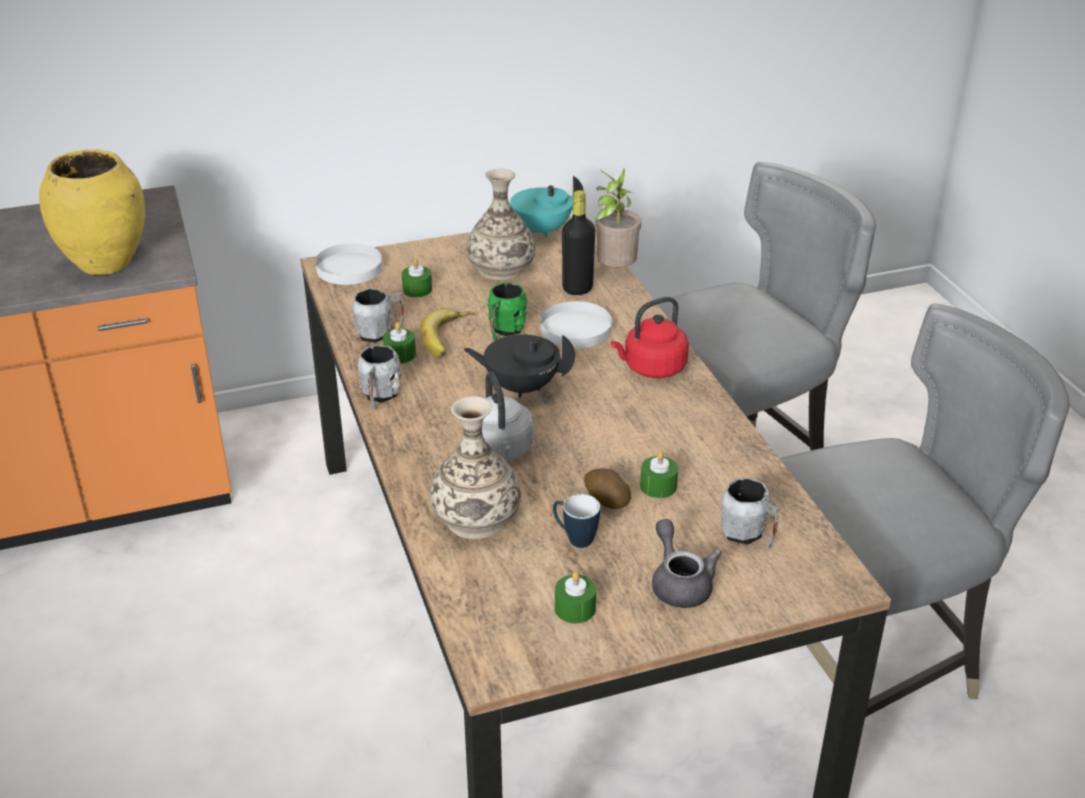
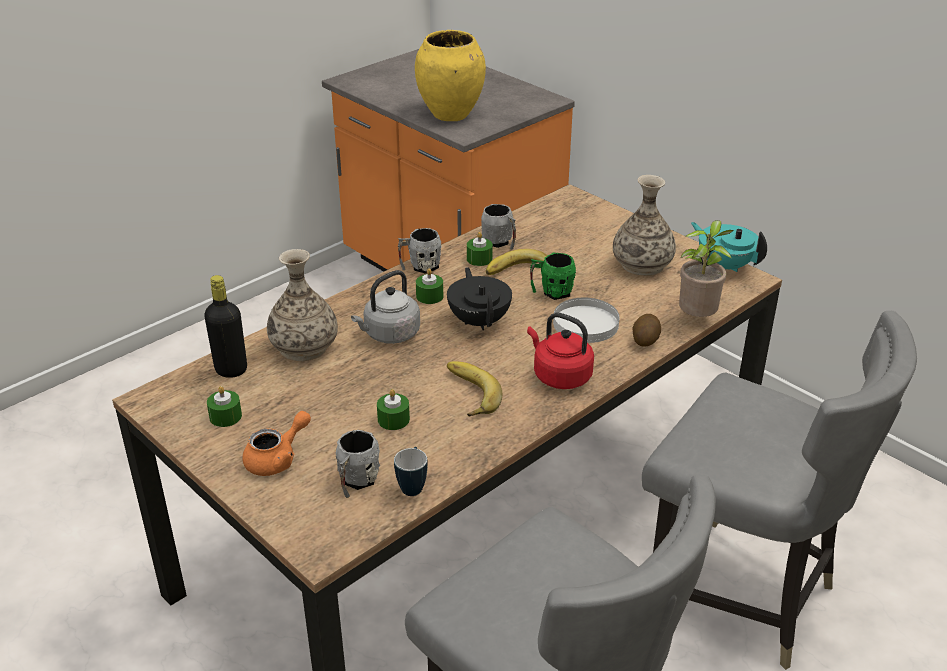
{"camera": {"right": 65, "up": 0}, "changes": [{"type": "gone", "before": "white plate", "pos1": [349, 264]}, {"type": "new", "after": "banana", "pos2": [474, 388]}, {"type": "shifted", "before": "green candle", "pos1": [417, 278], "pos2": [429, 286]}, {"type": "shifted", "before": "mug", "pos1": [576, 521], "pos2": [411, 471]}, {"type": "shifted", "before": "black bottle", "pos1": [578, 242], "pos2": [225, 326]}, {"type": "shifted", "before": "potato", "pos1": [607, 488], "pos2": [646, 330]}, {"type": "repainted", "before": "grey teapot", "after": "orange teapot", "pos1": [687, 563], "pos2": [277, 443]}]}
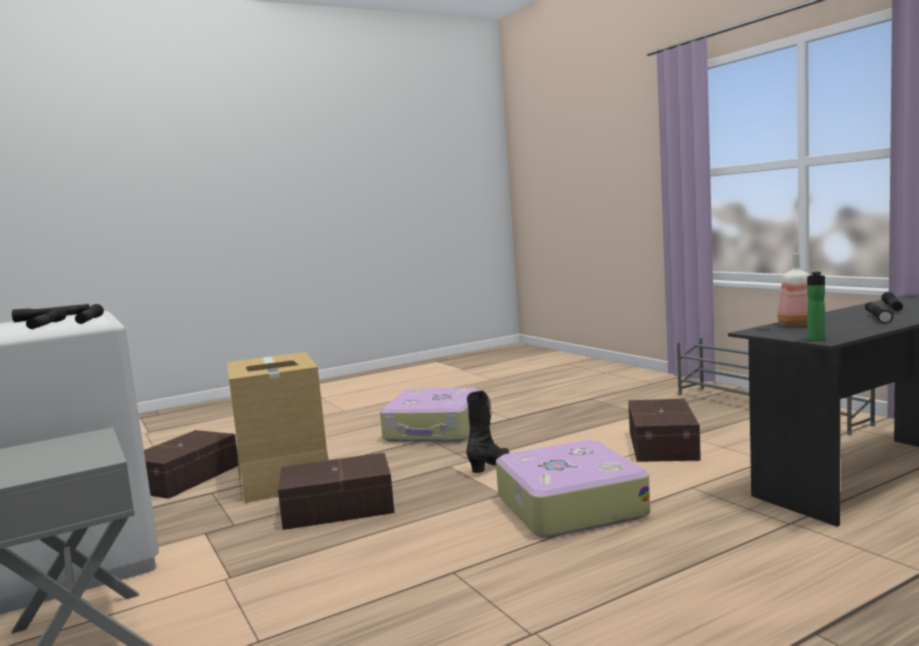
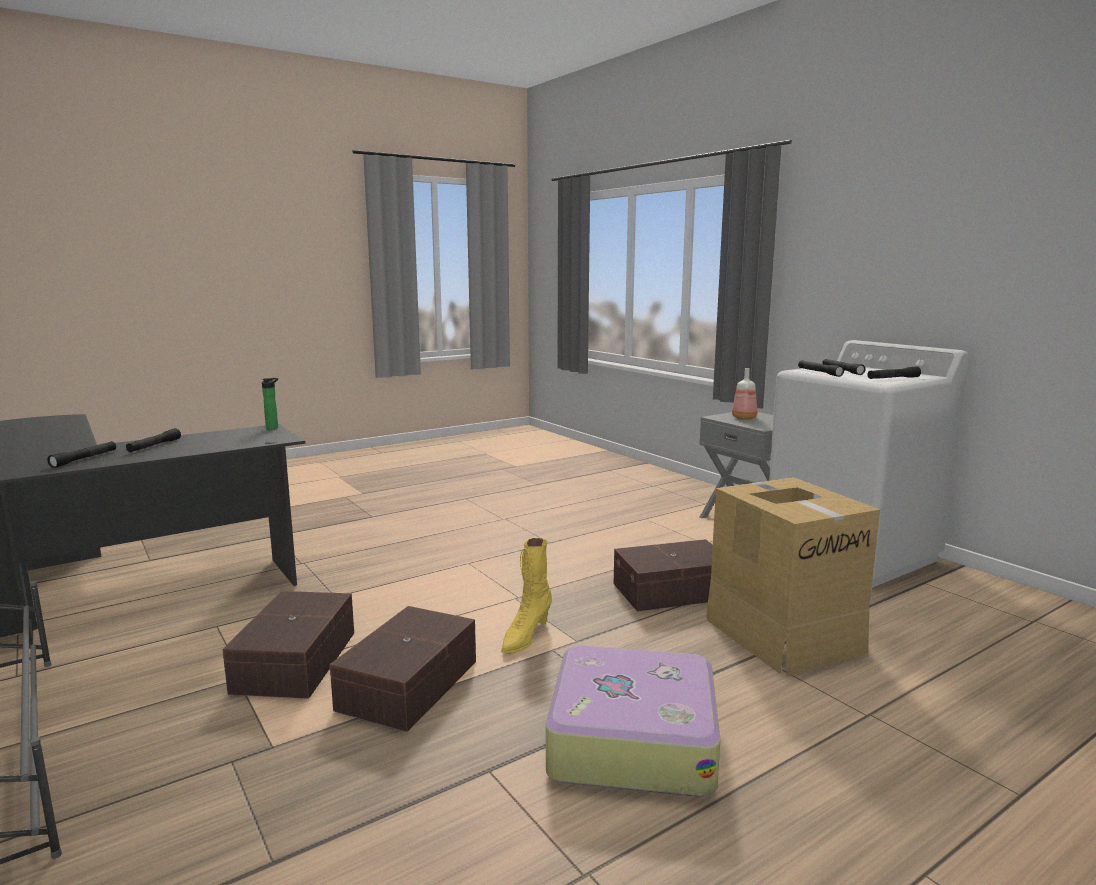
{"camera": {"right": 175, "up": 5}, "changes": [{"type": "gone", "before": "suitcase", "pos1": [573, 489]}, {"type": "shifted", "before": "brown storage box", "pos1": [191, 464], "pos2": [403, 669]}, {"type": "shifted", "before": "bottle", "pos1": [793, 289], "pos2": [744, 394]}, {"type": "repainted", "before": "black boot", "after": "yellow boot", "pos1": [487, 431], "pos2": [526, 595]}]}
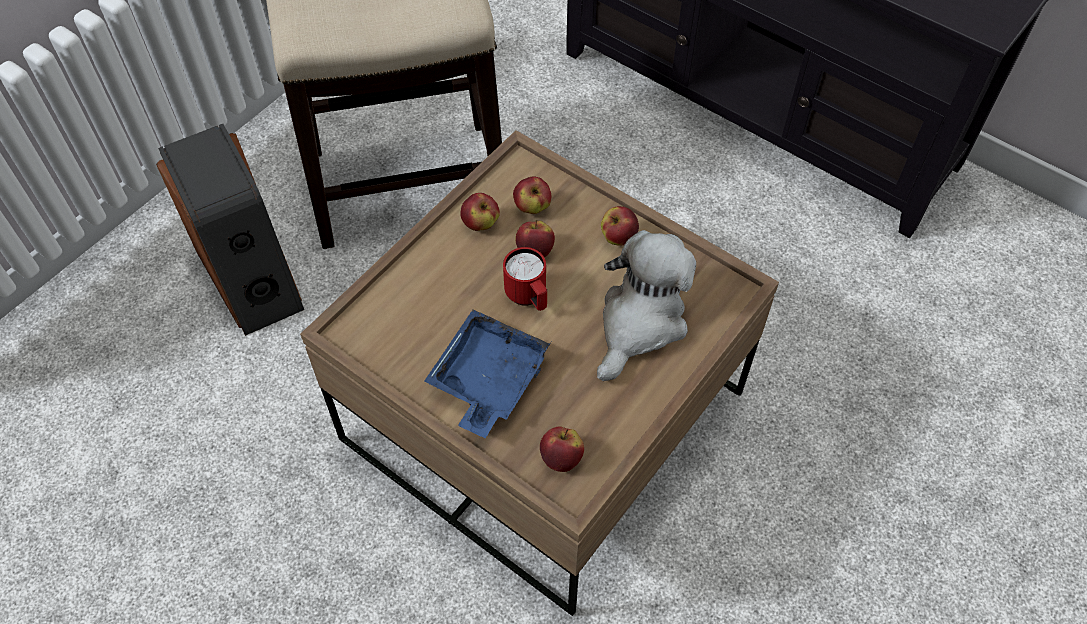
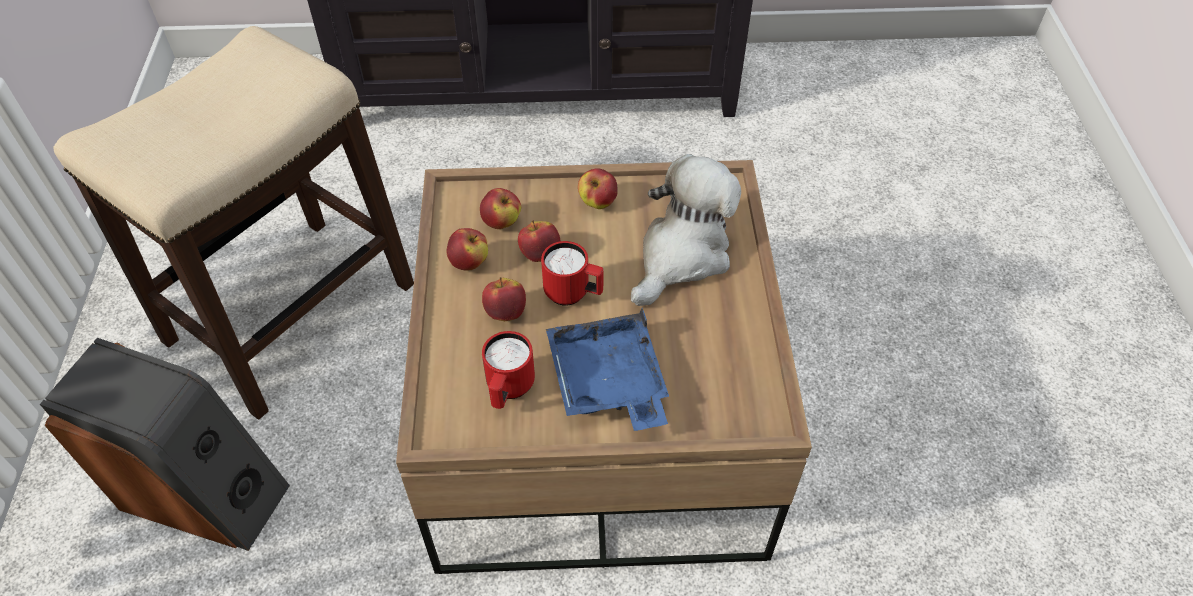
{"camera": {"right": -40, "up": -5}, "changes": [{"type": "new", "after": "red mug", "pos2": [508, 370]}, {"type": "shifted", "before": "apple", "pos1": [562, 449], "pos2": [504, 299]}, {"type": "rotated", "before": "plush toy", "pos1": [646, 305], "pos2": [686, 230], "turn": 45}]}
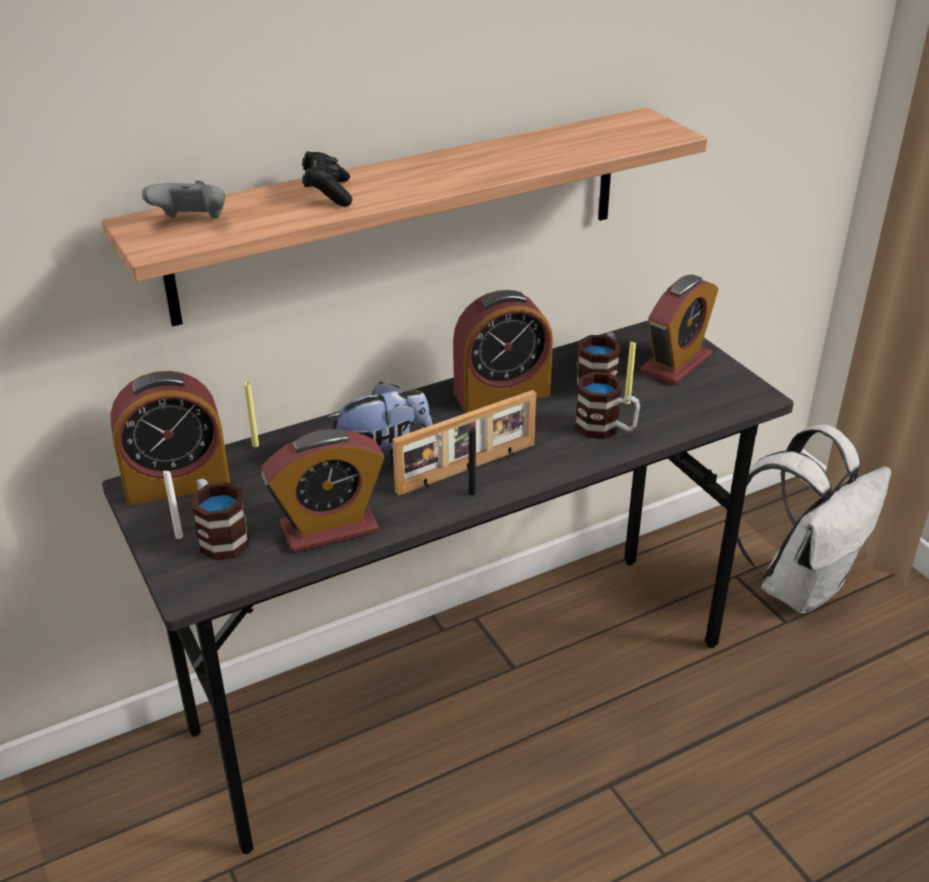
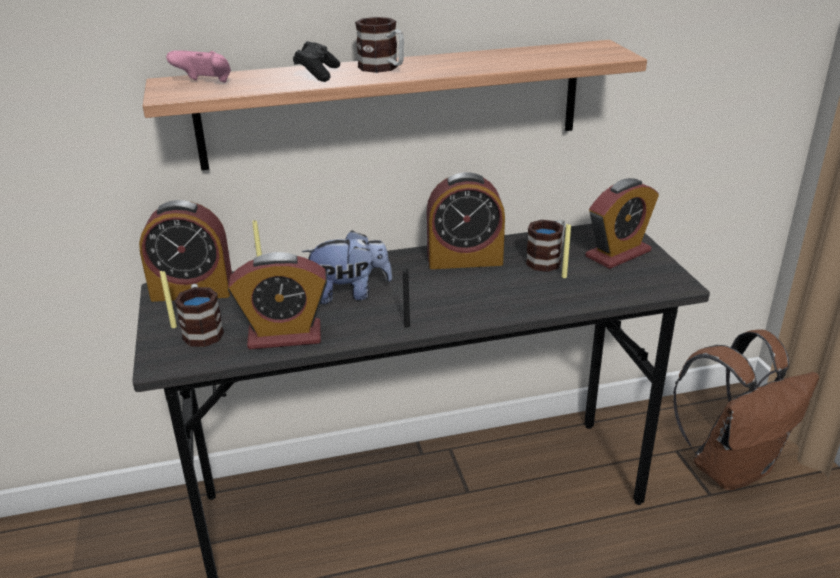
{"camera": {"right": 15, "up": -5}, "changes": [{"type": "gone", "before": "picture frame", "pos1": [464, 443]}, {"type": "shifted", "before": "mug", "pos1": [607, 405], "pos2": [379, 45]}, {"type": "repainted", "before": "grey game controller", "after": "pink game controller", "pos1": [183, 199], "pos2": [198, 66]}, {"type": "repainted", "before": "white candle", "after": "yellow candle", "pos1": [173, 504], "pos2": [168, 299]}, {"type": "repainted", "before": "white backpack", "after": "brown backpack", "pos1": [814, 518], "pos2": [746, 410]}]}
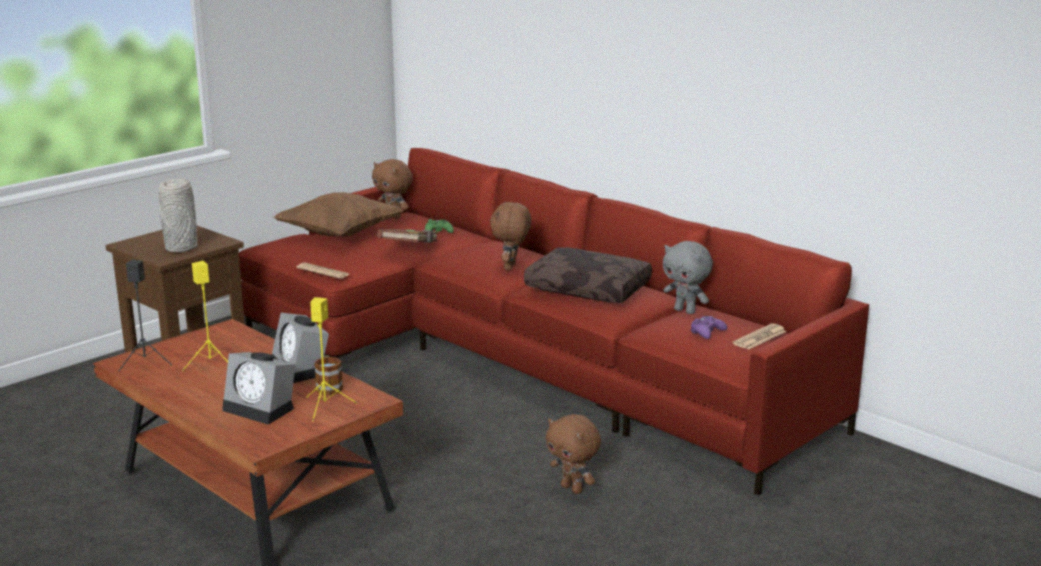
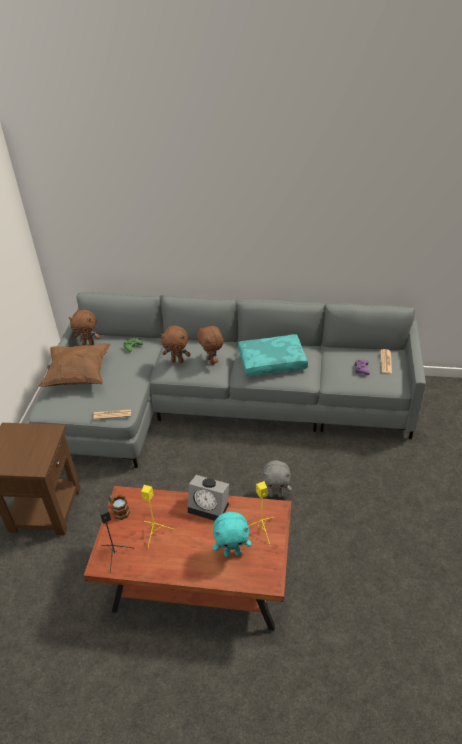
{"camera": {"right": -35, "up": 20}, "changes": [{"type": "gone", "before": "grey vase", "pos1": [178, 215]}, {"type": "gone", "before": "brown book", "pos1": [408, 236]}, {"type": "shifted", "before": "mug", "pos1": [328, 375], "pos2": [119, 507]}, {"type": "shifted", "before": "brown plush toy", "pos1": [573, 454], "pos2": [176, 344]}, {"type": "shifted", "before": "grey plush toy", "pos1": [688, 277], "pos2": [277, 478]}, {"type": "swapped", "before": "alarm clock", "after": "turquoise plush toy", "pos1": [259, 388], "pos2": [232, 534]}, {"type": "repainted", "before": "red sofa", "after": "grey sofa", "pos1": [554, 322], "pos2": [227, 380]}, {"type": "repainted", "before": "brown pillow", "after": "turquoise pillow", "pos1": [588, 275], "pos2": [273, 355]}]}
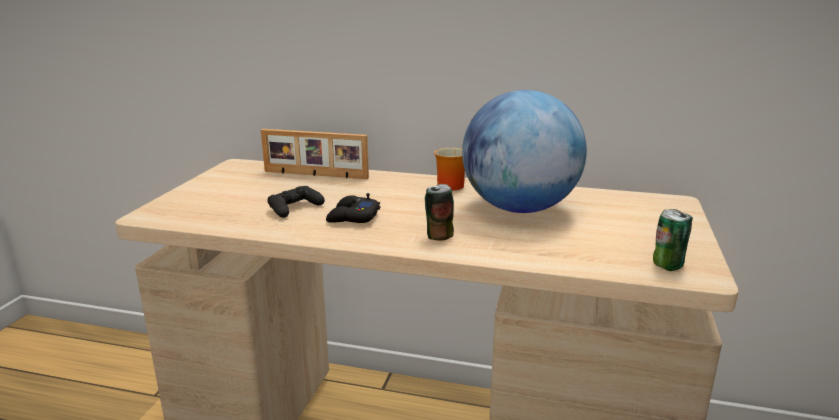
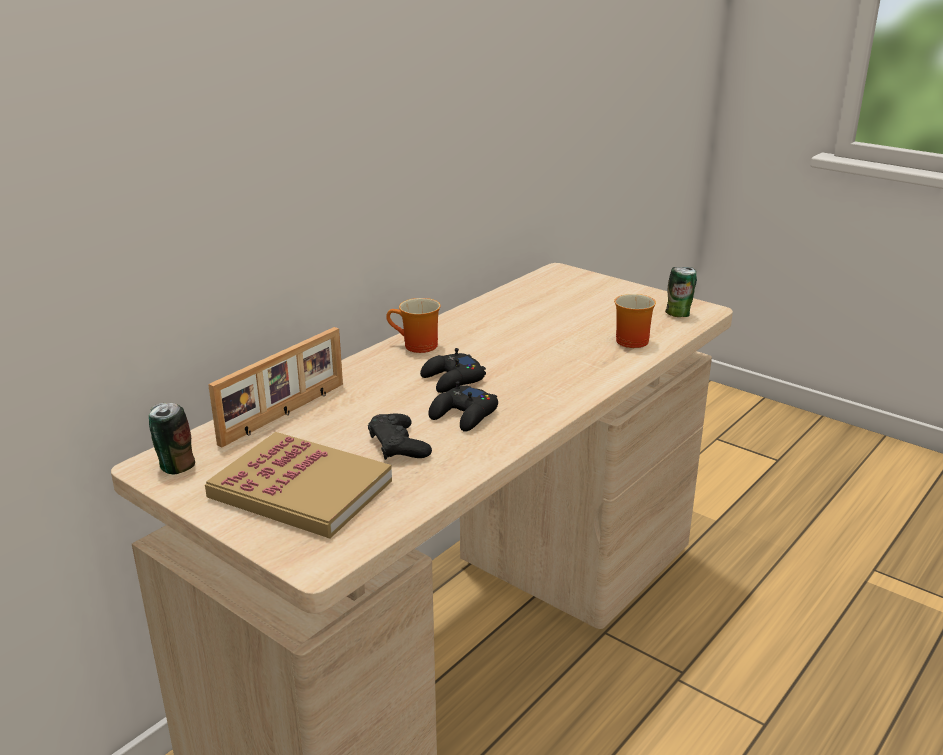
{"camera": {"right": -65, "up": 5}, "changes": [{"type": "gone", "before": "globe", "pos1": [524, 151]}, {"type": "new", "after": "book", "pos2": [298, 485]}, {"type": "new", "after": "black game controller", "pos2": [453, 370]}, {"type": "new", "after": "mug", "pos2": [635, 321]}, {"type": "shifted", "before": "can", "pos1": [439, 212], "pos2": [172, 438]}]}
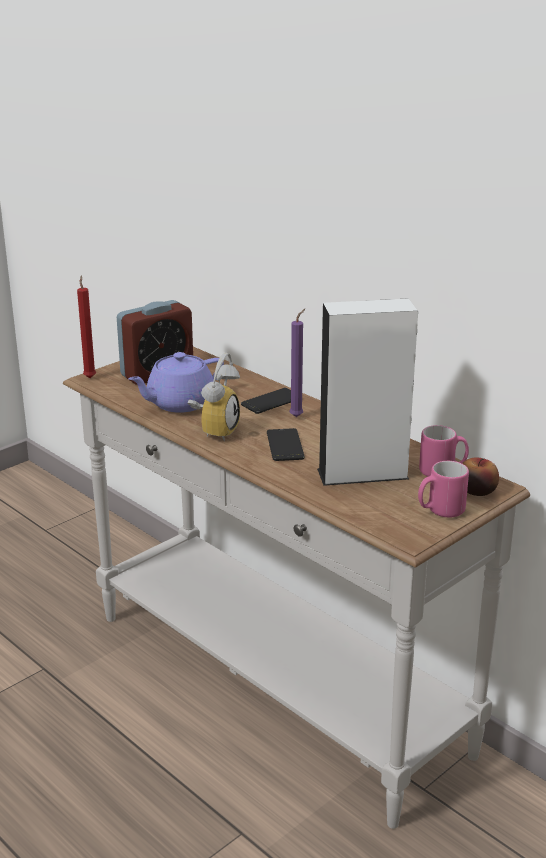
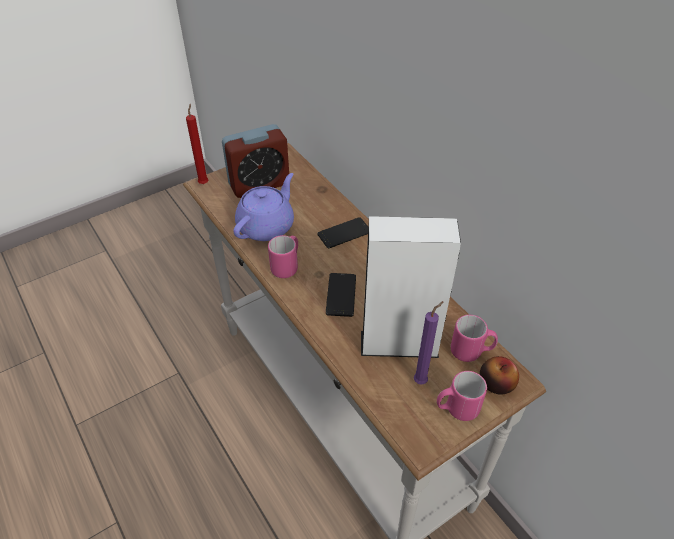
{"camera": {"right": 10, "up": 20}, "changes": [{"type": "shifted", "before": "purple candle", "pos1": [297, 362], "pos2": [429, 342]}, {"type": "swapped", "before": "alarm clock", "after": "pink mug", "pos1": [214, 397], "pos2": [283, 256]}, {"type": "rotated", "before": "purple teapot", "pos1": [176, 382], "pos2": [263, 207], "turn": 150}]}
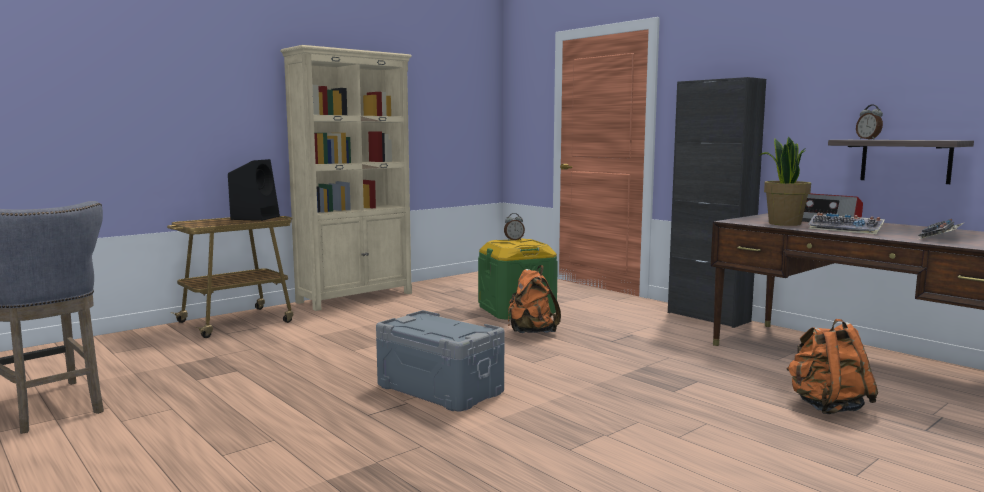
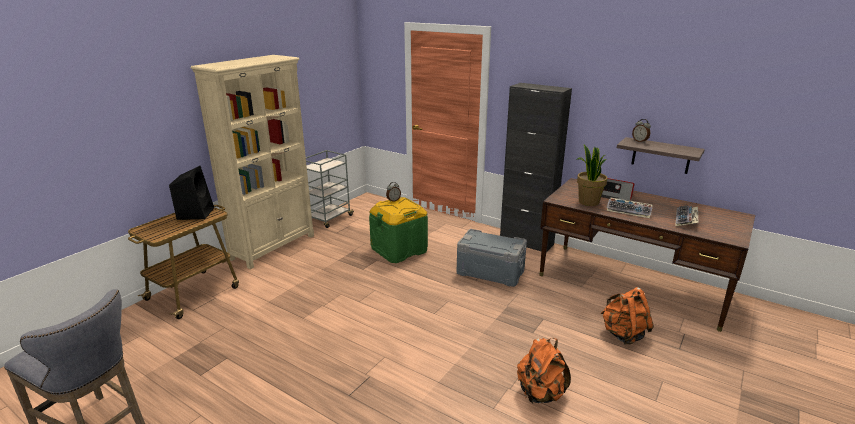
{"camera": {"right": -15, "up": 15}, "changes": [{"type": "new", "after": "grey cart", "pos2": [330, 189]}, {"type": "shifted", "before": "grey storage box", "pos1": [440, 361], "pos2": [491, 258]}, {"type": "shifted", "before": "orange backpack", "pos1": [534, 299], "pos2": [544, 370]}]}
